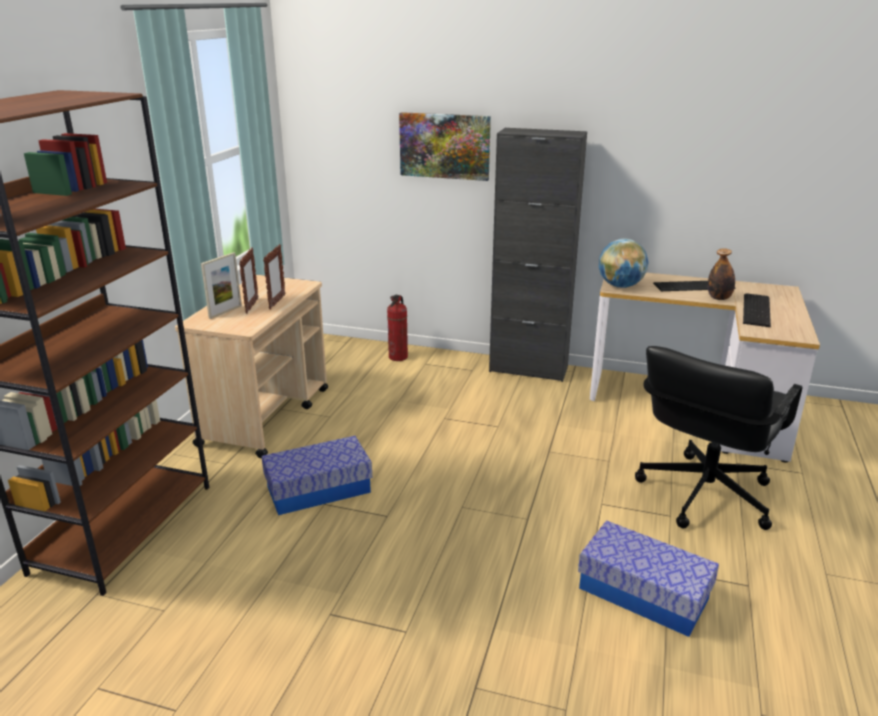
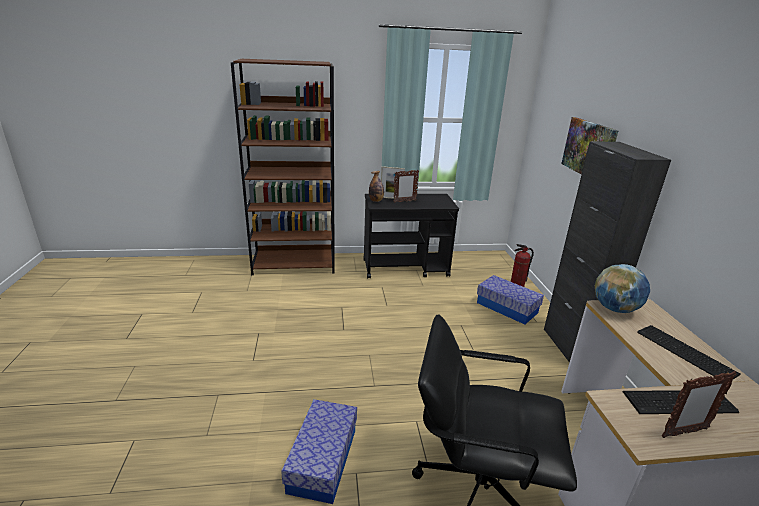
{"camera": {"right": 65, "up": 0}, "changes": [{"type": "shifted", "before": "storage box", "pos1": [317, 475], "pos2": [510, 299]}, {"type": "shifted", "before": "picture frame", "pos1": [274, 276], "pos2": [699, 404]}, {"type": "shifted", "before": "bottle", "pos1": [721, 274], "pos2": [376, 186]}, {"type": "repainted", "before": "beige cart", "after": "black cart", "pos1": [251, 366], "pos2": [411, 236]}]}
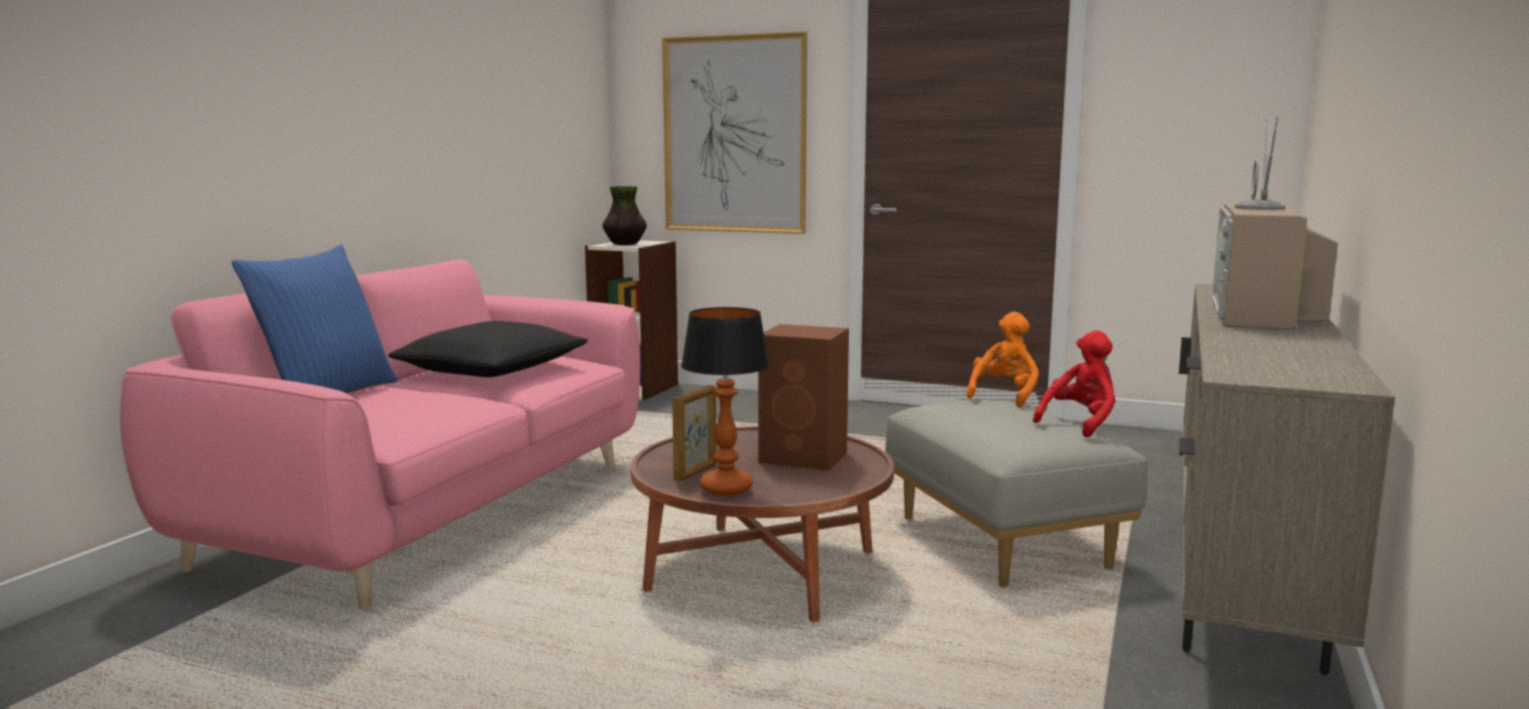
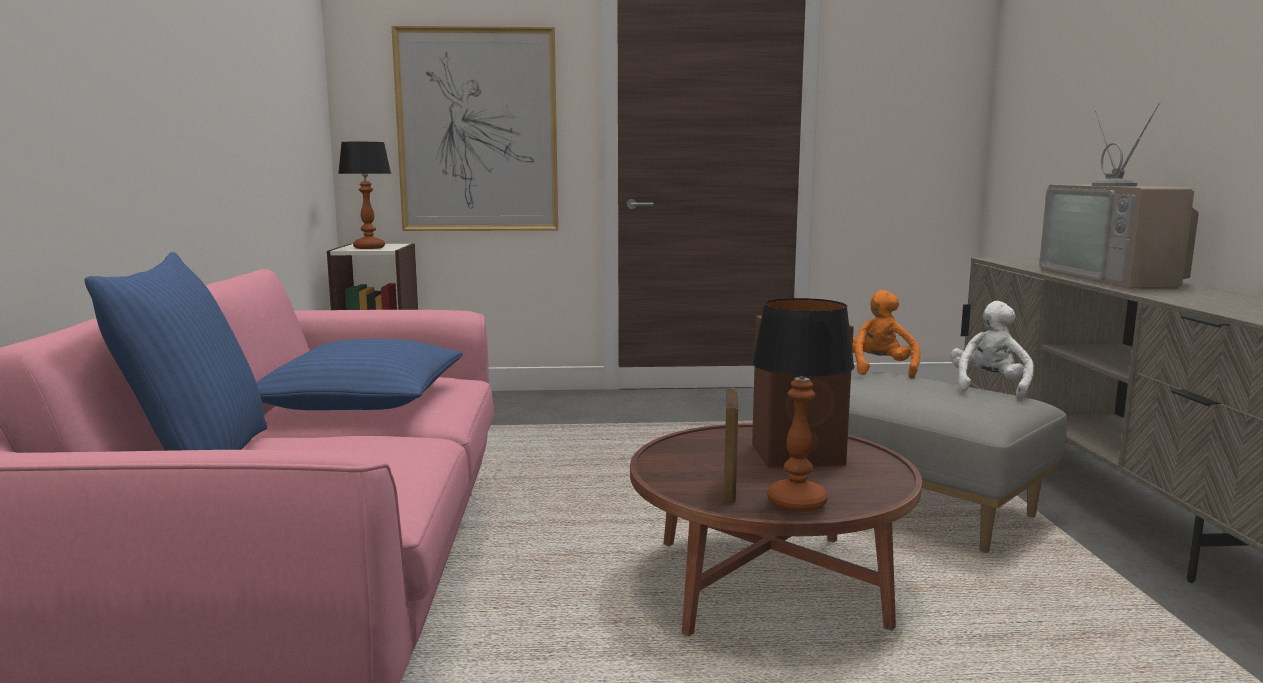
{"camera": {"right": -25, "up": 0}, "changes": [{"type": "swapped", "before": "vase", "after": "table lamp", "pos1": [625, 215], "pos2": [364, 195]}, {"type": "repainted", "before": "black pillow", "after": "blue pillow", "pos1": [488, 349], "pos2": [359, 374]}, {"type": "repainted", "before": "red plush toy", "after": "white plush toy", "pos1": [1074, 384], "pos2": [992, 350]}]}
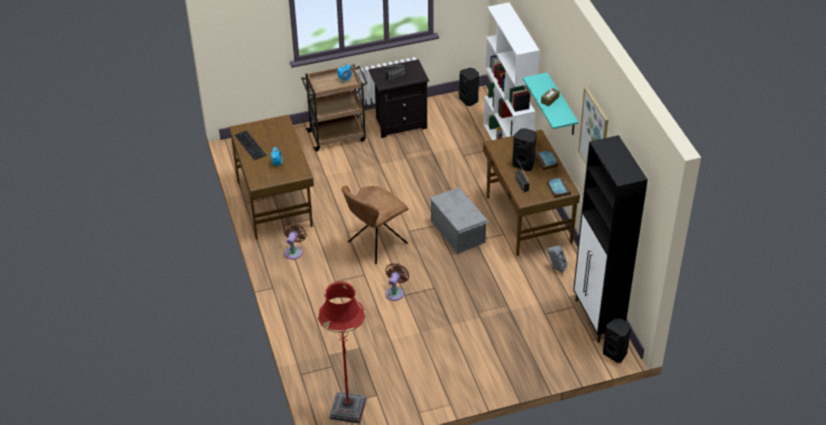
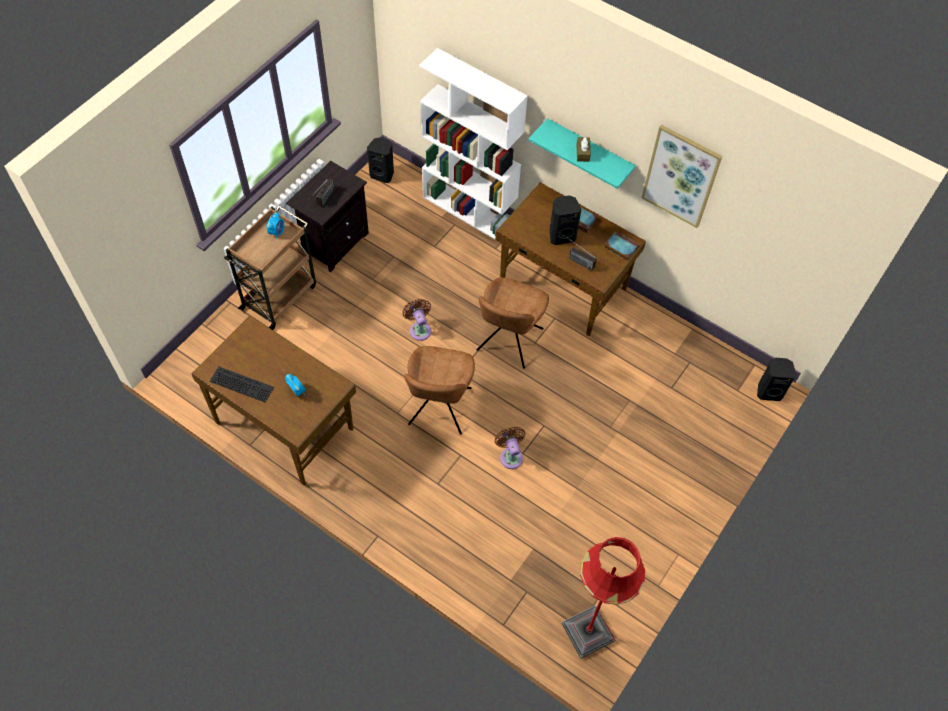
{"camera": {"right": -40, "up": 15}, "changes": [{"type": "gone", "before": "grey speaker", "pos1": [558, 259]}, {"type": "gone", "before": "black cabinet", "pos1": [610, 239]}, {"type": "shifted", "before": "brown fan", "pos1": [294, 241], "pos2": [417, 320]}, {"type": "swapped", "before": "grey storage box", "after": "brown chair", "pos1": [459, 220], "pos2": [512, 323]}]}
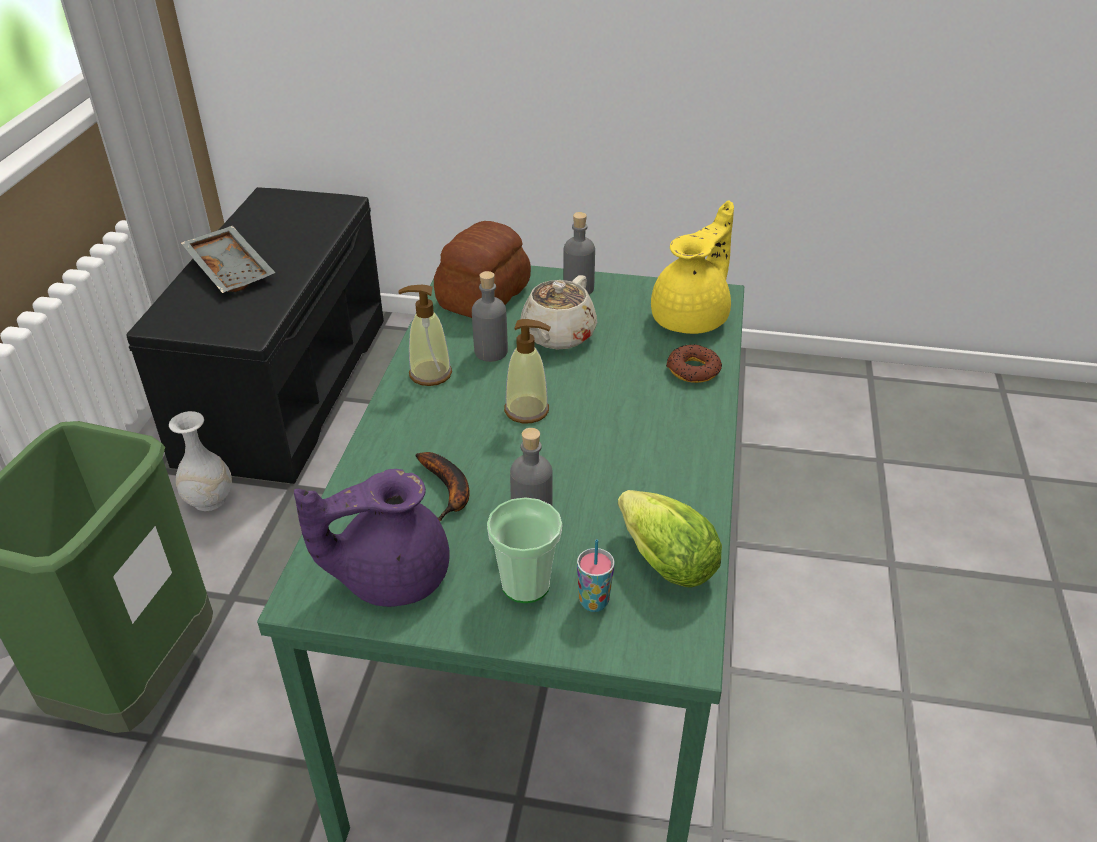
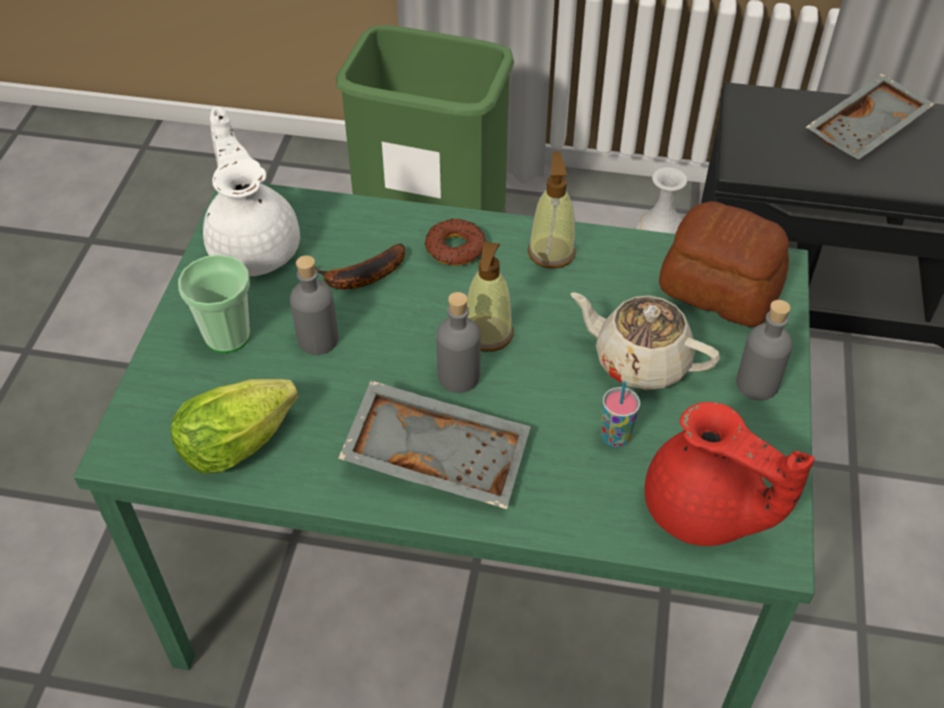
{"camera": {"right": 90, "up": 10}, "changes": [{"type": "new", "after": "grey tray", "pos2": [434, 444]}, {"type": "shifted", "before": "grey bottle", "pos1": [490, 316], "pos2": [458, 342]}, {"type": "shifted", "before": "cup", "pos1": [596, 575], "pos2": [620, 414]}, {"type": "shifted", "before": "donut", "pos1": [694, 363], "pos2": [455, 242]}, {"type": "repainted", "before": "purple teapot", "after": "white teapot", "pos1": [372, 538], "pos2": [251, 191]}, {"type": "repainted", "before": "yellow teapot", "after": "red teapot", "pos1": [692, 267], "pos2": [730, 474]}]}
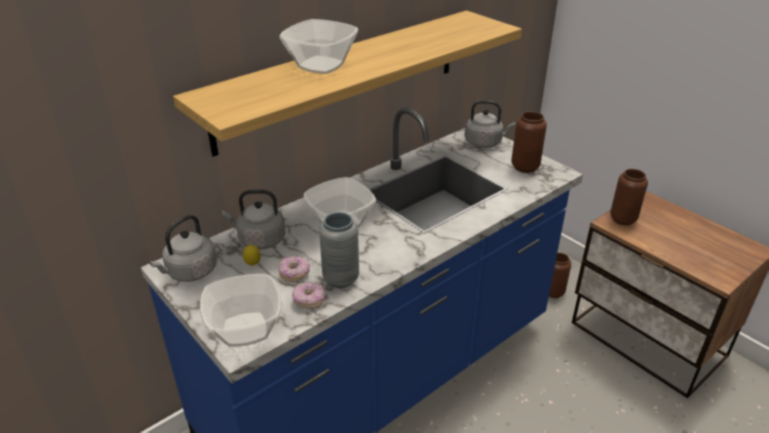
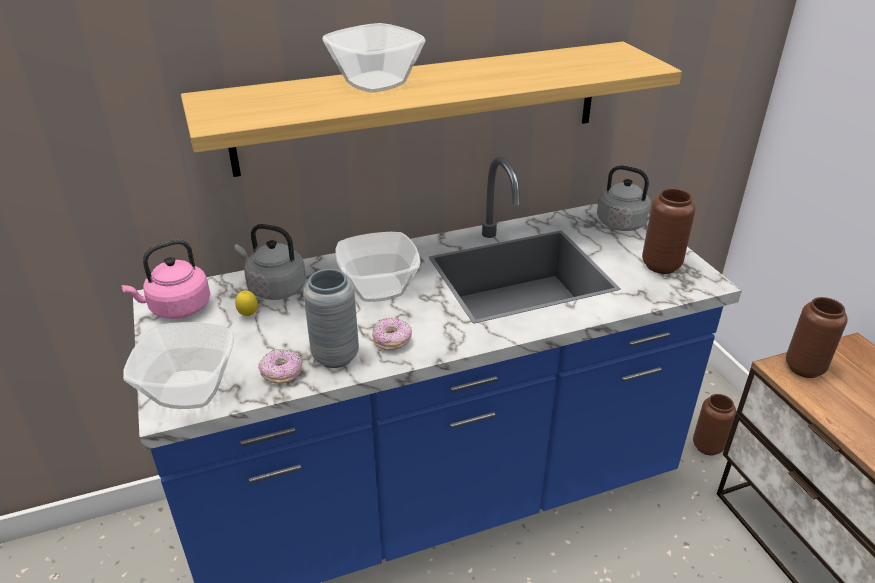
{"camera": {"right": 20, "up": 0}, "changes": [{"type": "shifted", "before": "donut", "pos1": [294, 269], "pos2": [392, 334]}, {"type": "repainted", "before": "grey kettle", "after": "pink kettle", "pos1": [183, 248], "pos2": [165, 279]}]}
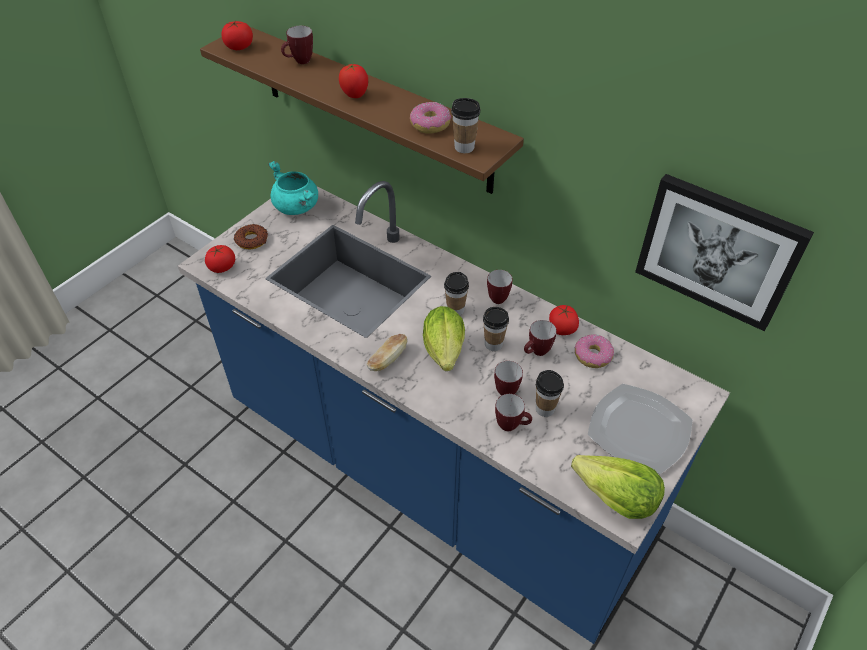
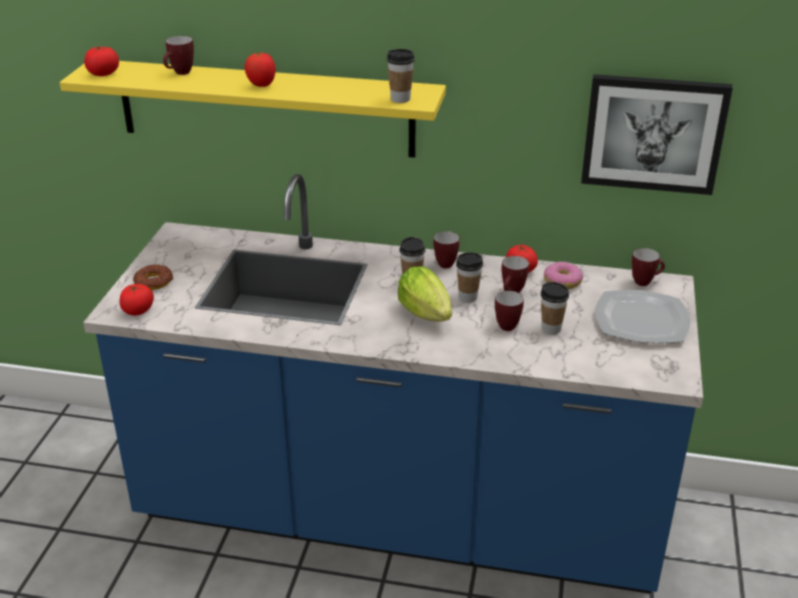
{"camera": {"right": -25, "up": -15}, "changes": [{"type": "gone", "before": "turquoise cooking pot", "pos1": [293, 188]}, {"type": "gone", "before": "bread", "pos1": [387, 352]}, {"type": "gone", "before": "donut", "pos1": [430, 118]}, {"type": "gone", "before": "lettuce", "pos1": [618, 487]}, {"type": "shifted", "before": "mug", "pos1": [513, 412], "pos2": [648, 267]}, {"type": "repainted", "before": "brown shelf", "after": "yellow shelf", "pos1": [362, 110], "pos2": [253, 109]}]}
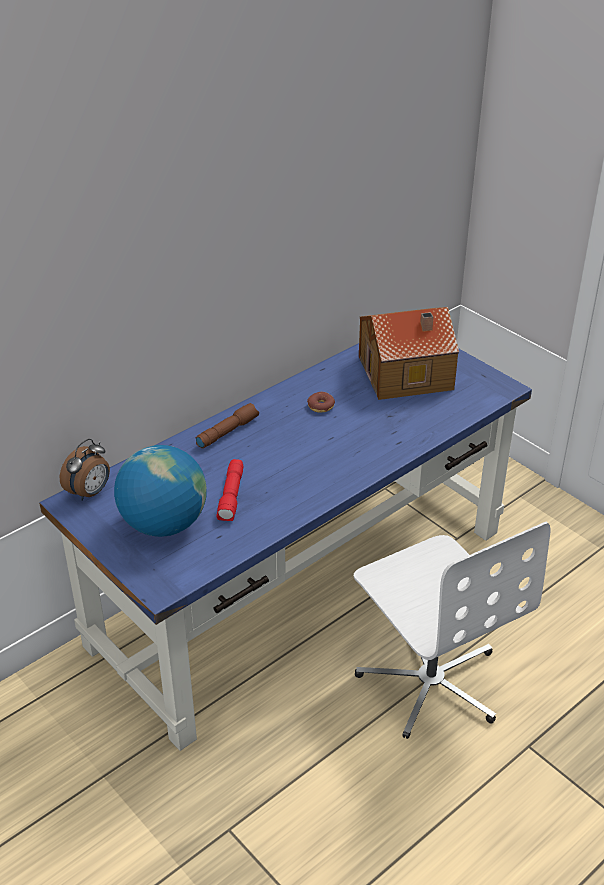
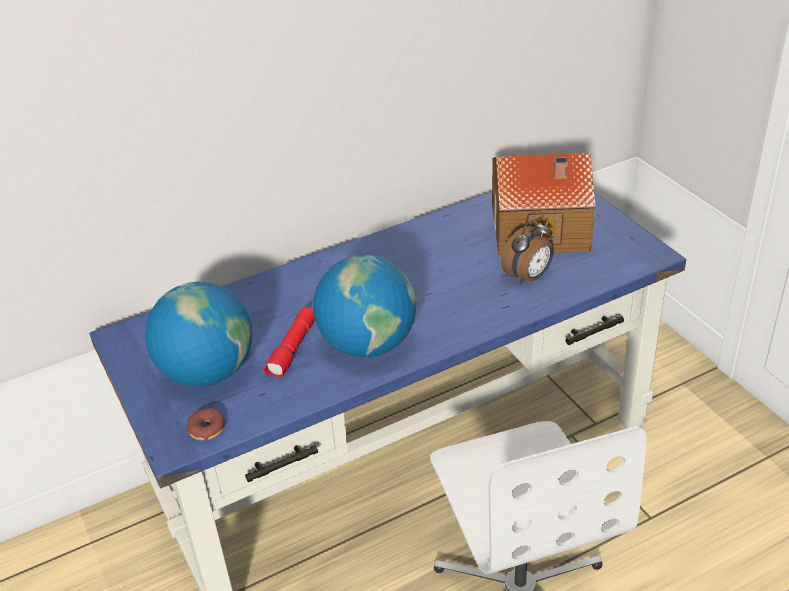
{"camera": {"right": 15, "up": 0}, "changes": [{"type": "gone", "before": "brown flashlight", "pos1": [227, 426]}, {"type": "new", "after": "globe", "pos2": [364, 306]}, {"type": "shifted", "before": "alarm clock", "pos1": [85, 470], "pos2": [527, 251]}, {"type": "shifted", "before": "donut", "pos1": [321, 402], "pos2": [206, 424]}]}
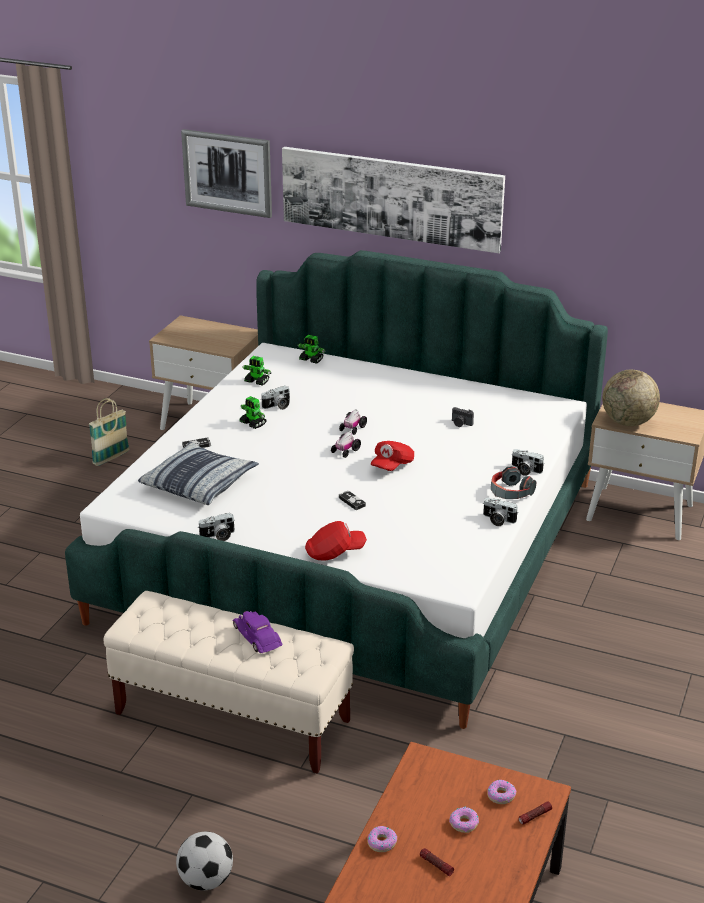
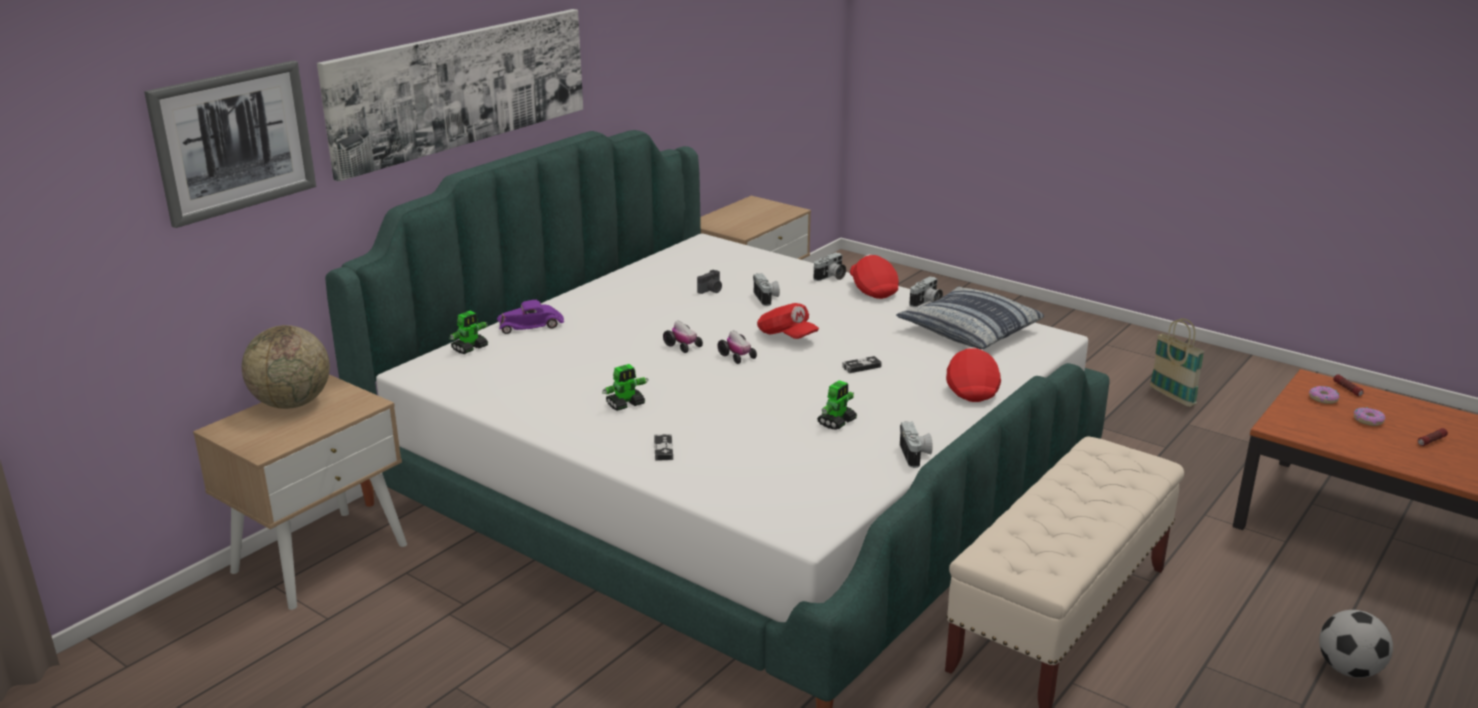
{"camera": {"right": -75, "up": -5}, "changes": [{"type": "gone", "before": "donut", "pos1": [382, 839]}, {"type": "shifted", "before": "basket", "pos1": [109, 432], "pos2": [1177, 362]}, {"type": "shifted", "before": "pillow", "pos1": [198, 473], "pos2": [970, 317]}, {"type": "shifted", "before": "purple toy car", "pos1": [257, 632], "pos2": [530, 317]}, {"type": "shifted", "before": "toy robot", "pos1": [256, 371], "pos2": [837, 405]}, {"type": "shifted", "before": "photo camera", "pos1": [275, 398], "pos2": [766, 289]}, {"type": "shifted", "before": "globe", "pos1": [631, 398], "pos2": [286, 367]}, {"type": "swapped", "before": "headphones", "after": "red cap", "pos1": [513, 482], "pos2": [874, 276]}]}
